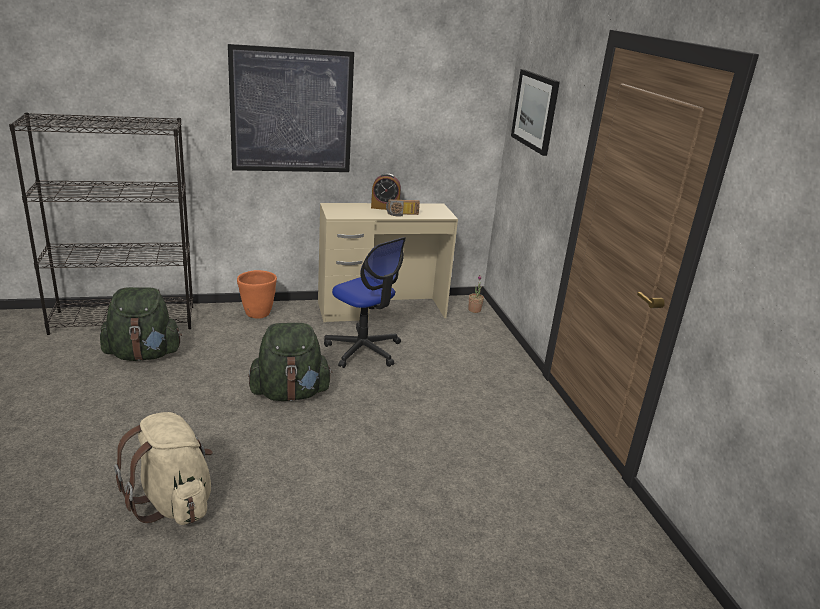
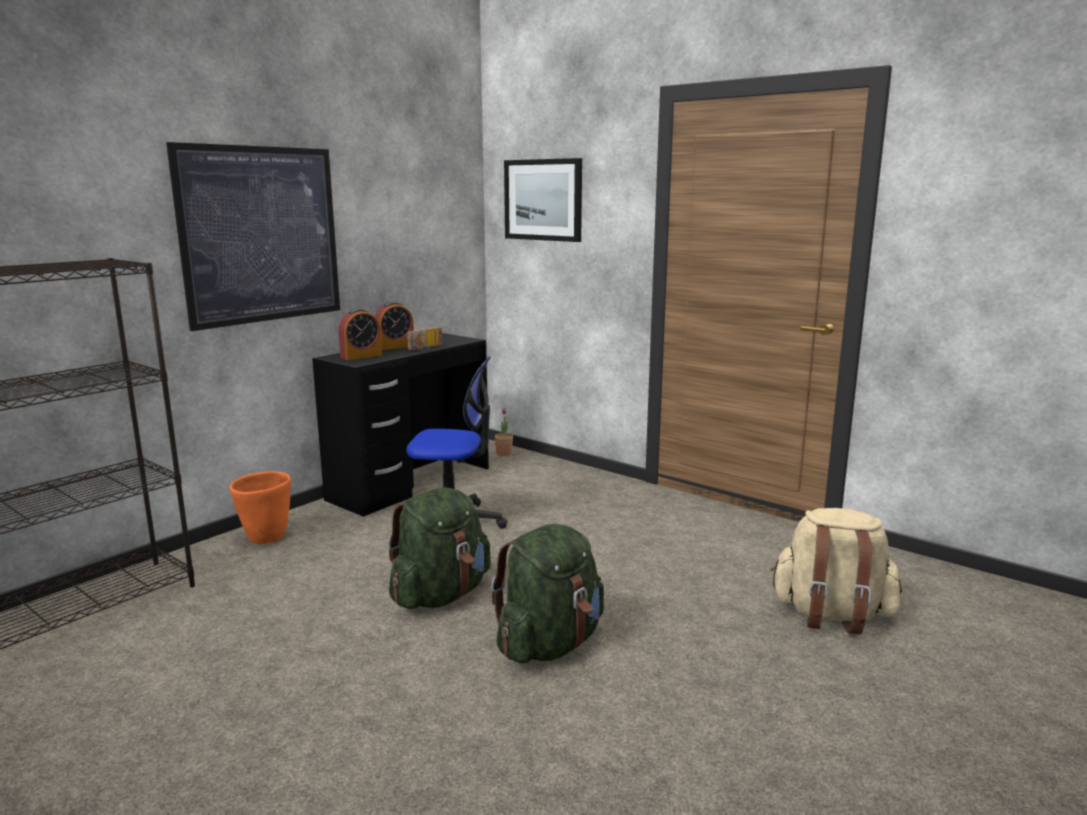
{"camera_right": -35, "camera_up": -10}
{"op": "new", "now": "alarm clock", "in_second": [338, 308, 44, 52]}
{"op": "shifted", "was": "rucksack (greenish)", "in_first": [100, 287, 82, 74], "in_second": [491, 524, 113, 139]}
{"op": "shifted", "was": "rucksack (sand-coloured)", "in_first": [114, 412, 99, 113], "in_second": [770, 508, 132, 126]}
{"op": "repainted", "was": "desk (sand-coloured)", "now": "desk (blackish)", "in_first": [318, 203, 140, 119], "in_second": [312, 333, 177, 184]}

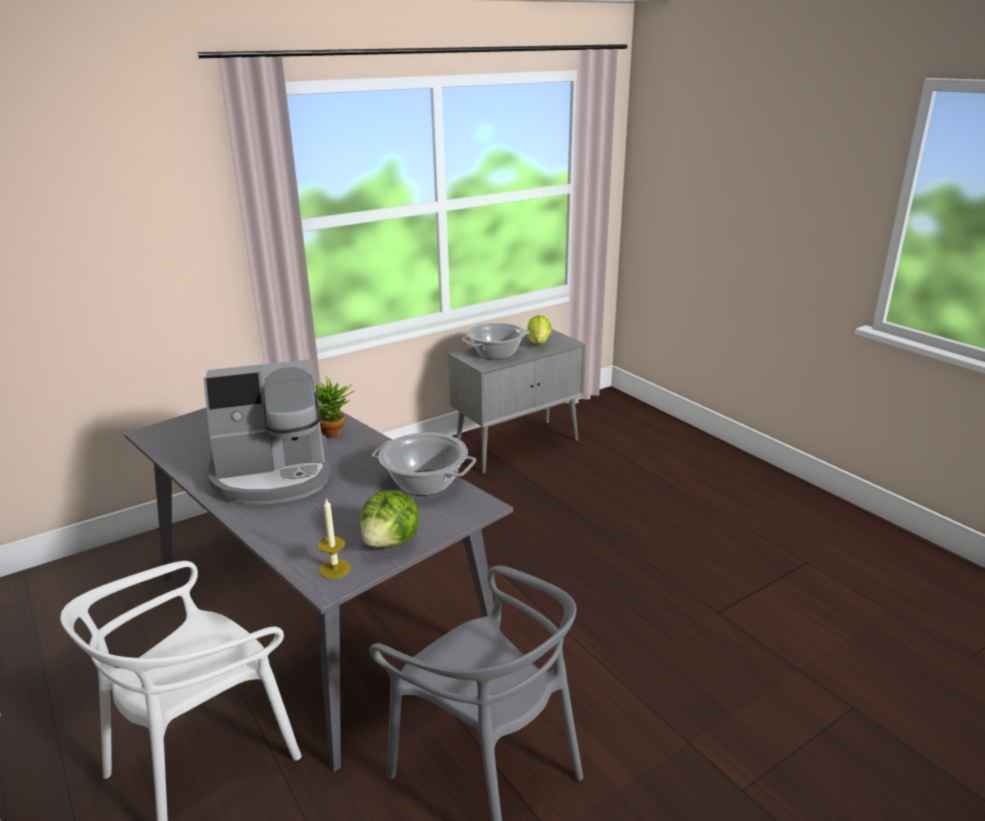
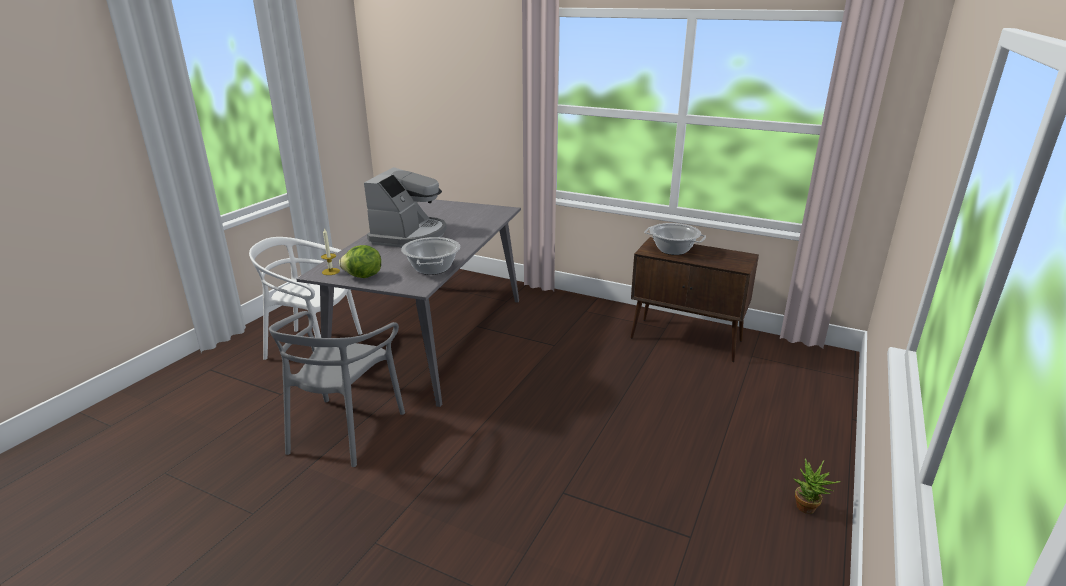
{"camera_right": 60, "camera_up": 0}
{"op": "gone", "was": "head of lettuce", "in_first": [527, 315, 25, 30]}
{"op": "shifted", "was": "plant in a pot", "in_first": [316, 376, 39, 62], "in_second": [794, 458, 46, 56]}
{"op": "repainted", "was": "cupboard (gray)", "now": "cupboard (brownish)", "in_first": [448, 329, 138, 145], "in_second": [630, 237, 129, 125]}
{"op": "rotated", "was": "coffee maker", "in_first": [204, 359, 126, 146], "in_second": [364, 167, 83, 80], "clockwise": -120}

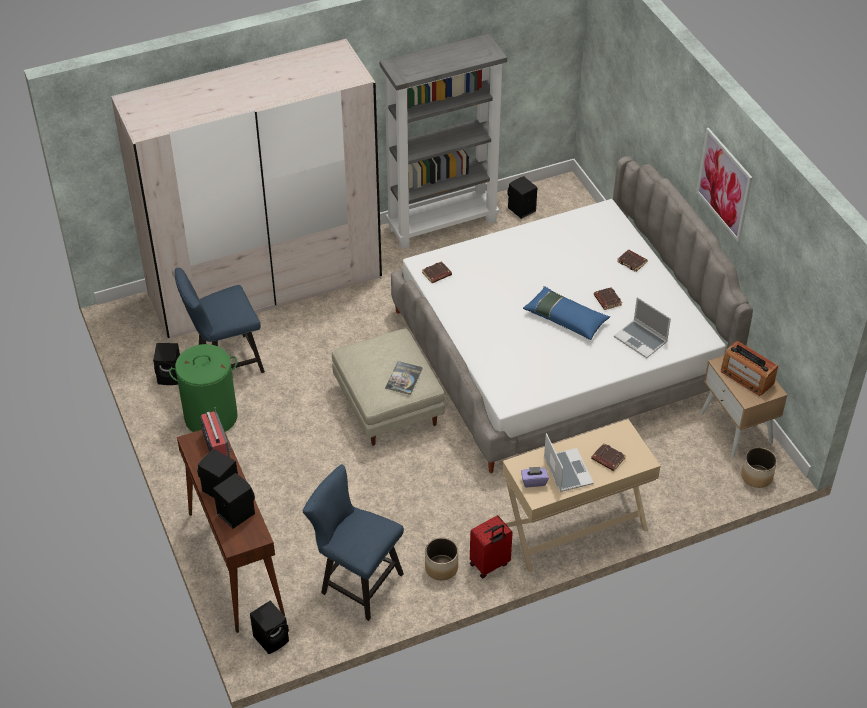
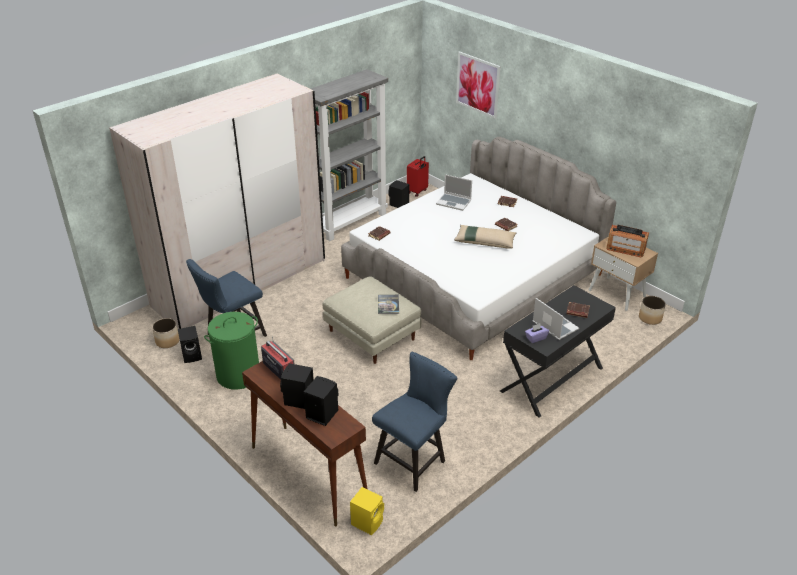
{"camera_right": -20, "camera_up": -10}
{"op": "shifted", "was": "plant pot", "in_first": [425, 538, 33, 42], "in_second": [152, 318, 28, 30]}
{"op": "shifted", "was": "suitcase (reddish)", "in_first": [470, 515, 43, 63], "in_second": [407, 156, 22, 41]}
{"op": "shifted", "was": "laptop", "in_first": [614, 297, 57, 61], "in_second": [436, 174, 36, 37]}
{"op": "shifted", "was": "wall art", "in_first": [696, 128, 56, 114], "in_second": [456, 51, 44, 68]}
{"op": "repainted", "was": "audio speaker (blackish)", "now": "audio speaker (yellow)", "in_first": [250, 600, 39, 54], "in_second": [350, 487, 34, 48]}
{"op": "repainted", "was": "desk (sand-coloured)", "now": "desk (blackish)", "in_first": [502, 419, 158, 154], "in_second": [500, 285, 116, 133]}
{"op": "repainted", "was": "cushion (blue)", "now": "cushion (sand-coloured)", "in_first": [523, 286, 87, 54], "in_second": [454, 225, 62, 24]}
{"op": "rotated", "was": "chair (blue)", "in_first": [303, 464, 101, 157], "in_second": [372, 352, 86, 140], "clockwise": 120}

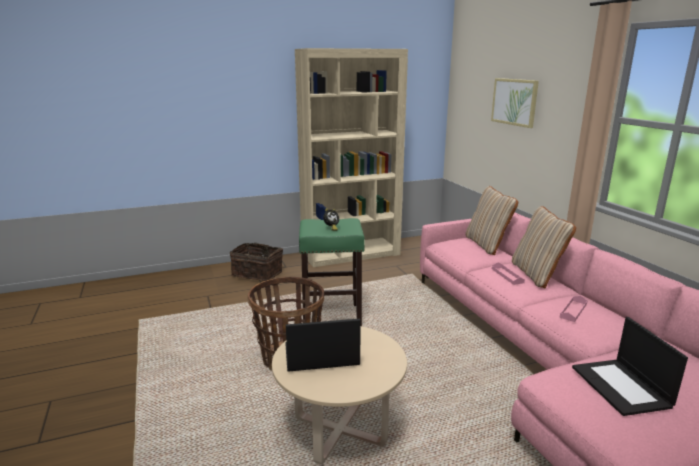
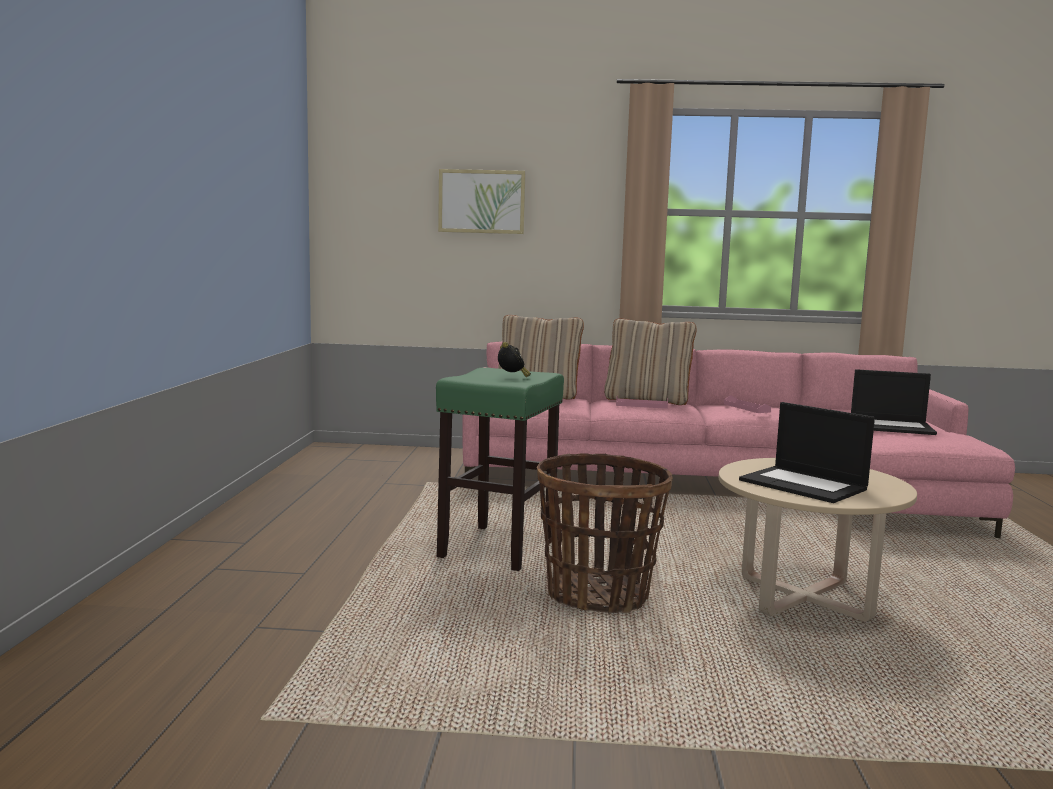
{"camera_right": -65, "camera_up": -10}
{"op": "gone", "was": "storage basket", "in_first": [230, 243, 53, 38]}
{"op": "gone", "was": "bookcase (sand-coloured)", "in_first": [295, 48, 113, 219]}
{"op": "rotated", "was": "laptop", "in_first": [285, 319, 76, 53], "in_second": [739, 402, 136, 101], "clockwise": -60}

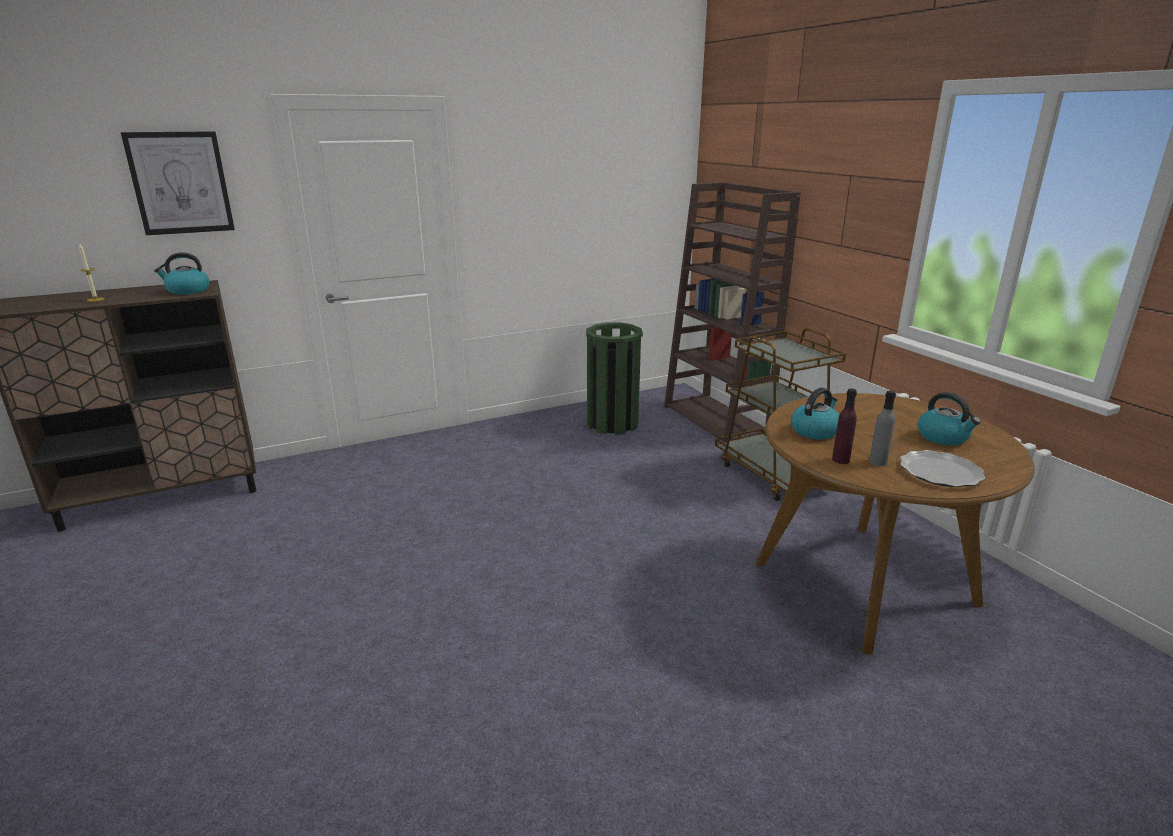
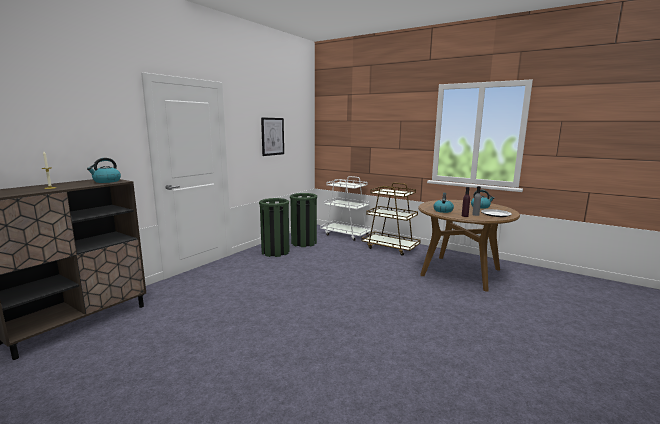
{"camera_right": -30, "camera_up": -10}
{"op": "new", "now": "rubbish bin (greenish)", "in_second": [259, 198, 30, 59]}
{"op": "shifted", "was": "wall art", "in_first": [121, 131, 114, 104], "in_second": [261, 117, 23, 39]}
{"op": "swapped", "was": "bookcase (brownish)", "now": "wheeled cart (white)", "in_first": [664, 182, 137, 260], "in_second": [320, 176, 52, 65]}

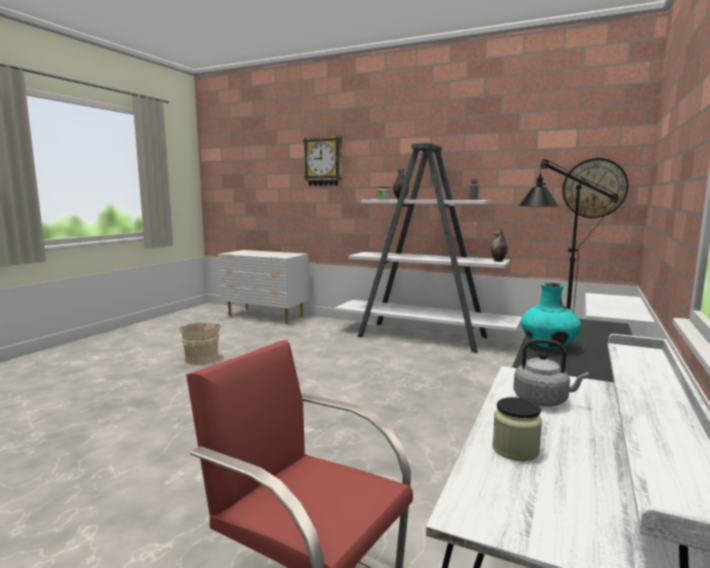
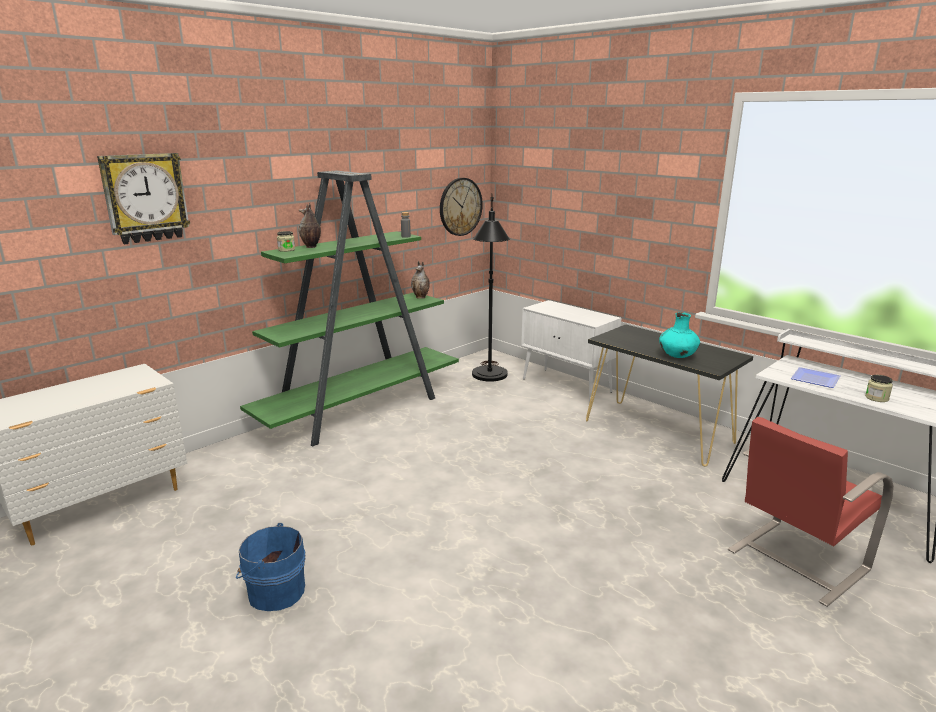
{"camera_right": -70, "camera_up": 10}
{"op": "swapped", "was": "kettle (gray)", "now": "plate", "in_first": [513, 339, 76, 68], "in_second": [791, 367, 49, 21]}
{"op": "repainted", "was": "pail (sand-coloured)", "now": "pail (blue)", "in_first": [179, 323, 41, 42], "in_second": [236, 523, 69, 88]}
{"op": "repainted", "was": "bookcase (white)", "now": "bookcase (greenish)", "in_first": [334, 143, 188, 210], "in_second": [240, 171, 219, 276]}

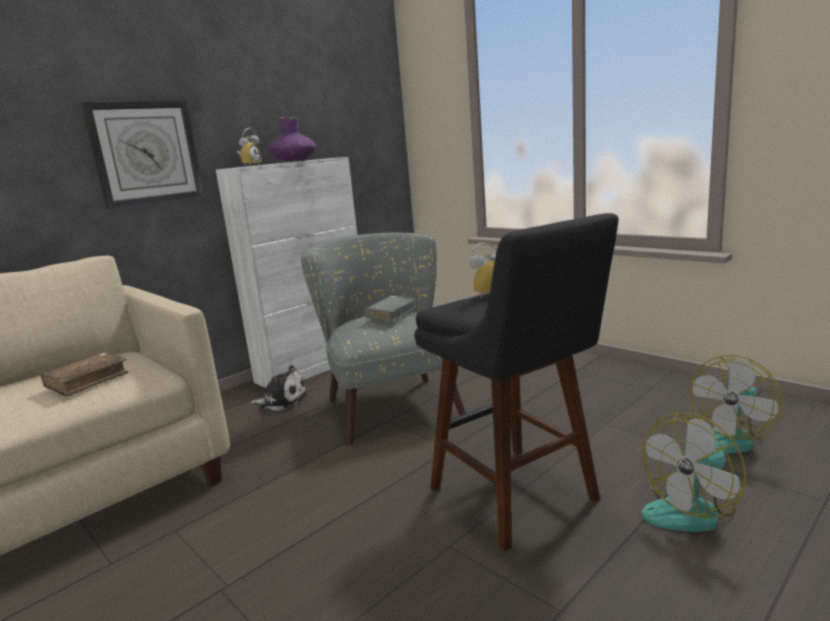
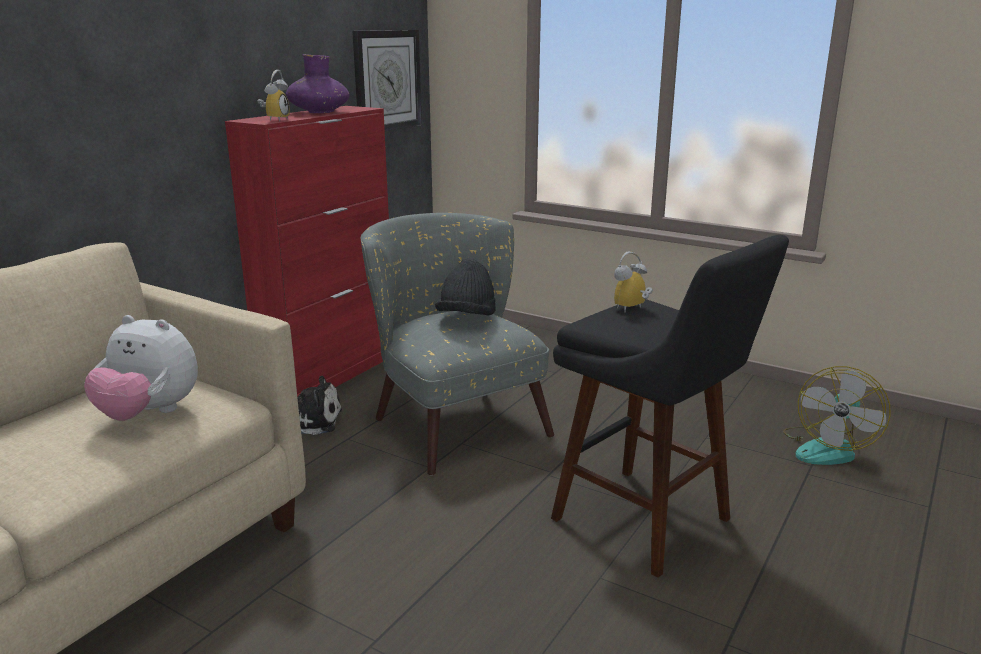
{"camera_right": -15, "camera_up": 5}
{"op": "gone", "was": "electric fan", "in_first": [642, 412, 104, 120]}
{"op": "shifted", "was": "clock on the wall", "in_first": [81, 100, 123, 109], "in_second": [352, 30, 70, 101]}
{"op": "swapped", "was": "bound book (brownish)", "now": "plush toy", "in_first": [41, 352, 88, 45], "in_second": [84, 315, 114, 106]}
{"op": "swapped", "was": "bound book (gray)", "now": "wearable hat (blackish)", "in_first": [364, 296, 52, 28], "in_second": [435, 258, 61, 58]}
{"op": "repainted", "was": "cupboard (white)", "now": "cupboard (reddish)", "in_first": [216, 157, 141, 231], "in_second": [225, 106, 164, 291]}

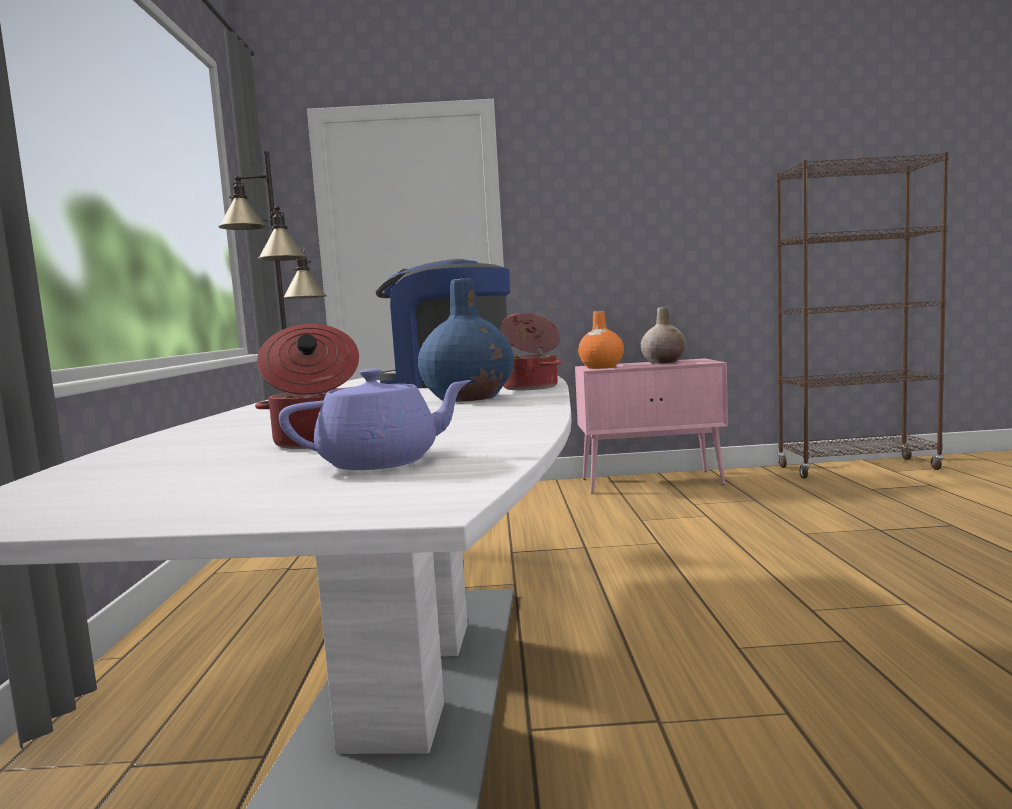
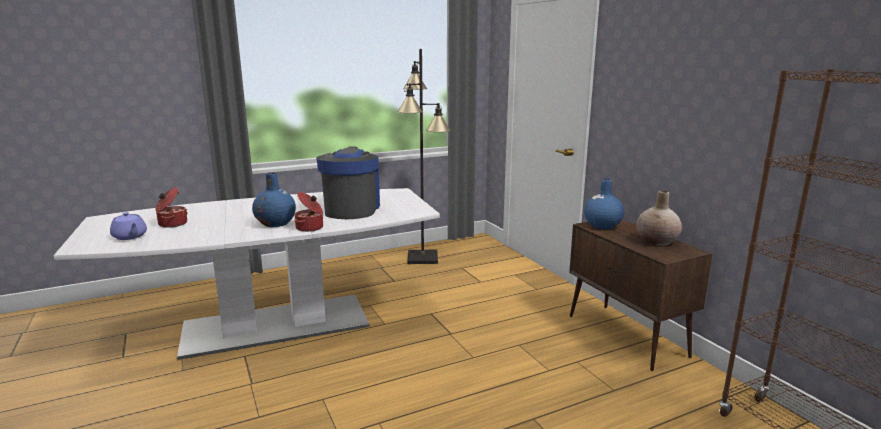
{"camera_right": 65, "camera_up": 10}
{"op": "repainted", "was": "cupboard (pinkish)", "now": "cupboard (brownish)", "in_first": [575, 358, 153, 136], "in_second": [569, 220, 143, 151]}
{"op": "repainted", "was": "vase (orange-coloured)", "now": "vase (blue)", "in_first": [578, 311, 46, 58], "in_second": [584, 179, 40, 51]}

